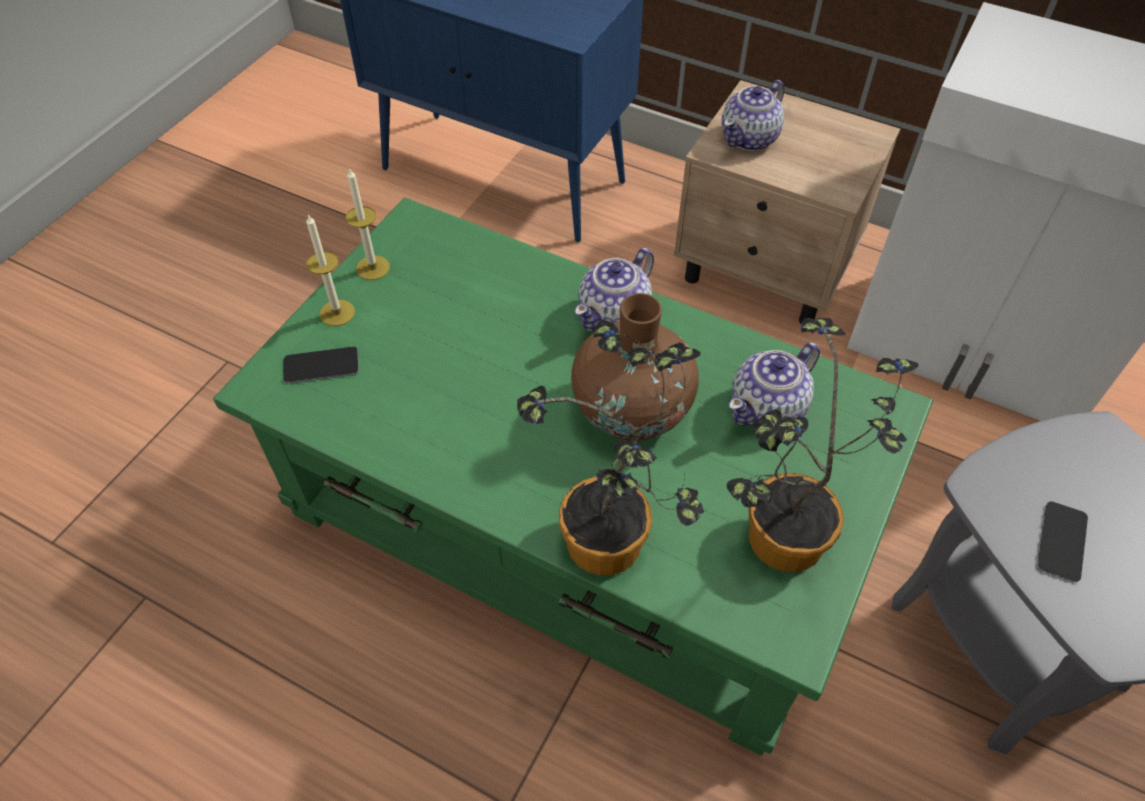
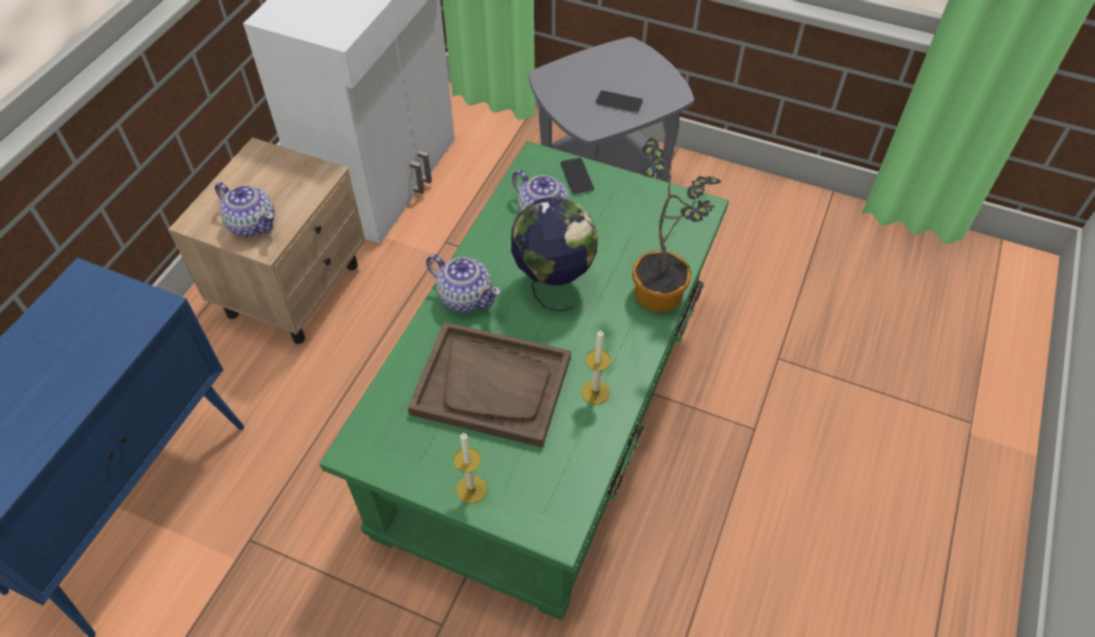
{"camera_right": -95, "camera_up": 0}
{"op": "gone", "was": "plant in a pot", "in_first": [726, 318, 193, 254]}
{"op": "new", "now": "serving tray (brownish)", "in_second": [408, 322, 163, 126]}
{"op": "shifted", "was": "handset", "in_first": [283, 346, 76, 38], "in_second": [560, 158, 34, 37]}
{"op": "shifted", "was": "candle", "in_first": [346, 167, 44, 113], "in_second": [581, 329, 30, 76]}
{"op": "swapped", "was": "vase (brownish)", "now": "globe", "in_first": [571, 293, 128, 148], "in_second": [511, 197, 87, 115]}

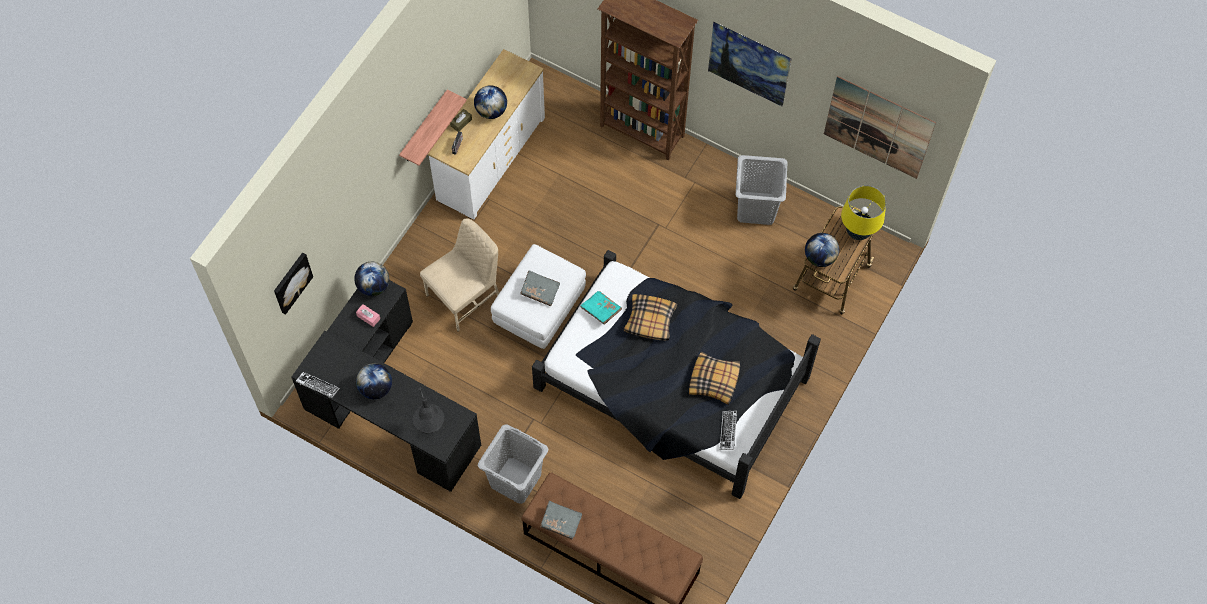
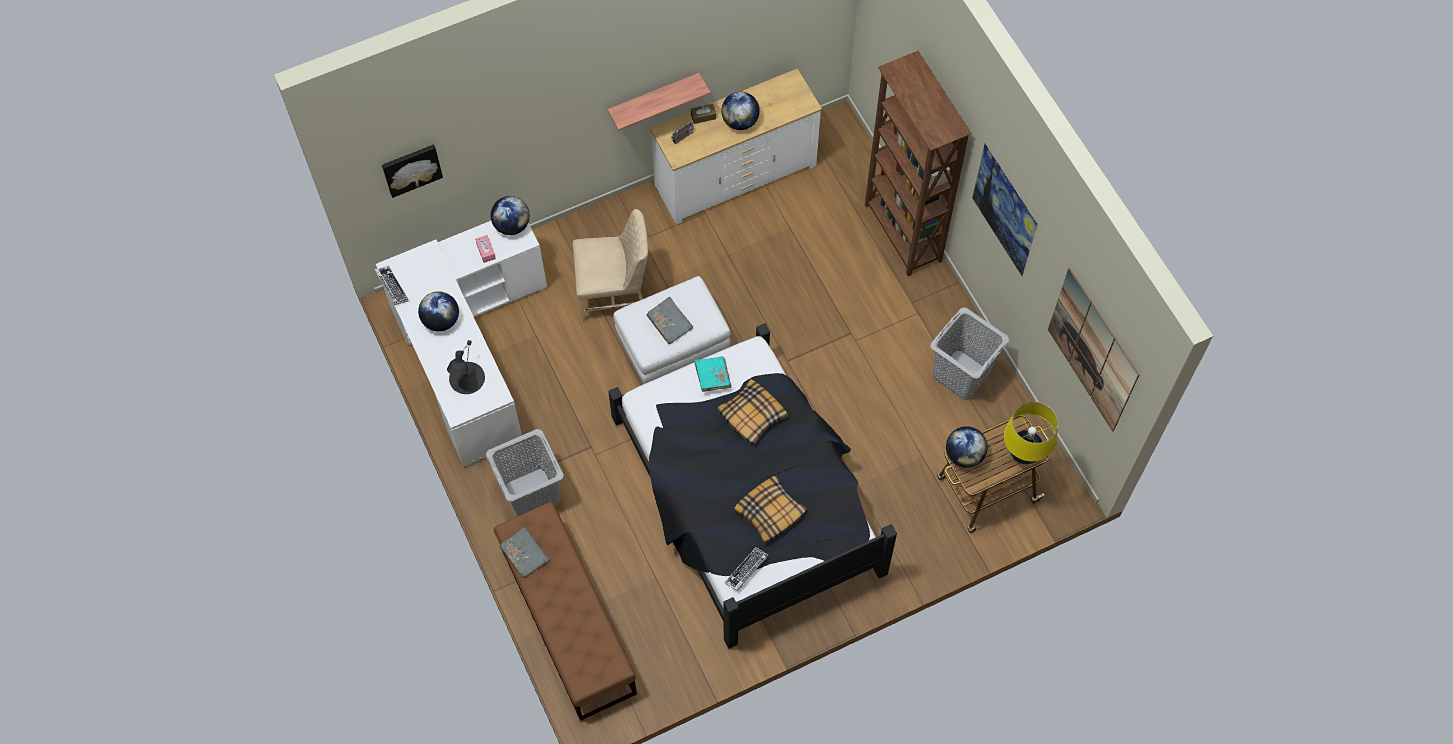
{"camera_right": 35, "camera_up": 0}
{"op": "repainted", "was": "desk (blackish)", "now": "desk (white)", "in_first": [292, 280, 189, 212], "in_second": [376, 221, 171, 246]}

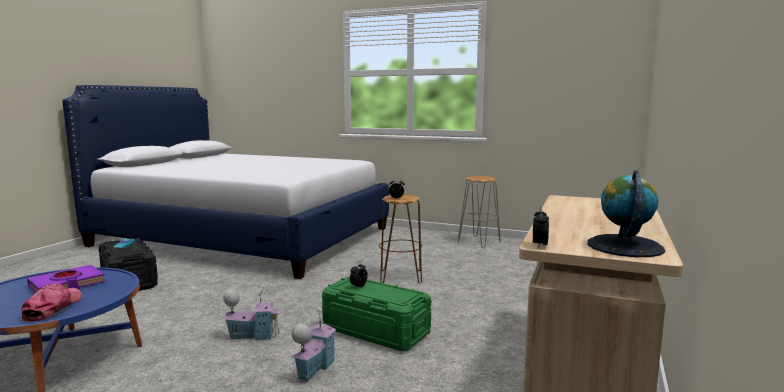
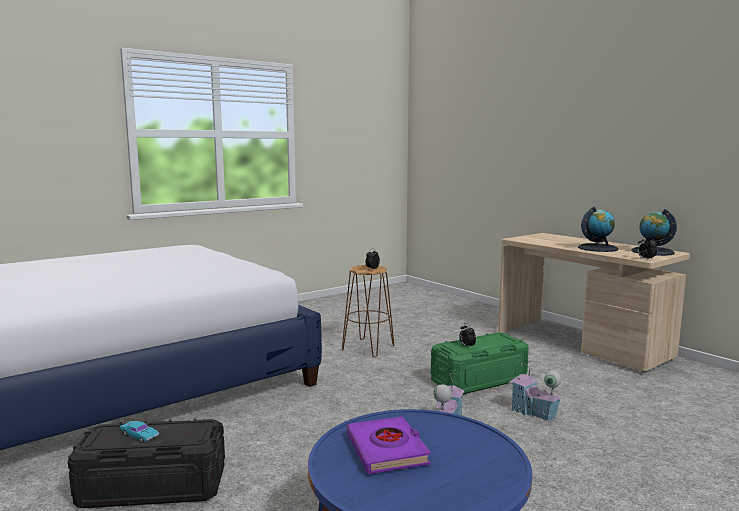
{"camera_right": -60, "camera_up": 0}
{"op": "gone", "was": "cap", "in_first": [21, 283, 61, 39]}
{"op": "gone", "was": "stool seat (gray)", "in_first": [458, 176, 43, 72]}
{"op": "new", "now": "globe", "in_second": [578, 206, 41, 46]}

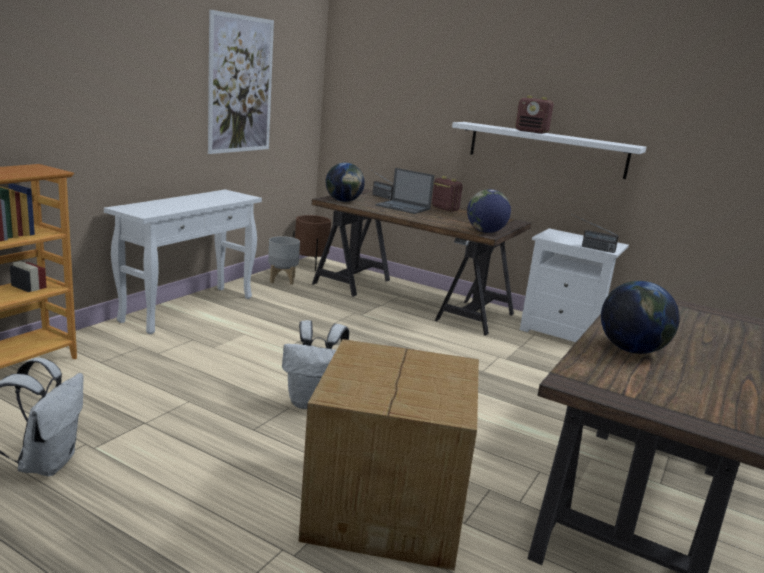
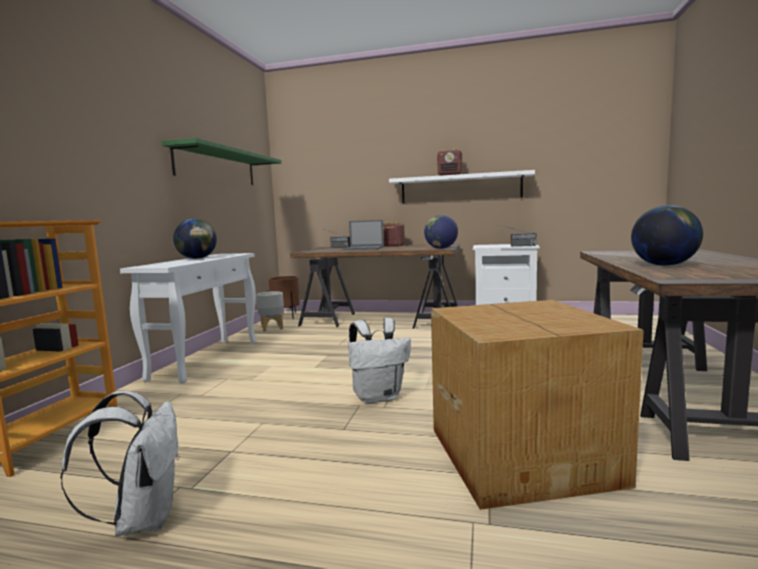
{"camera_right": -15, "camera_up": -10}
{"op": "shifted", "was": "globe", "in_first": [326, 163, 39, 39], "in_second": [173, 219, 44, 40]}
{"op": "swapped", "was": "wall art", "now": "bracket shelf (greenish)", "in_first": [208, 10, 66, 144], "in_second": [162, 138, 119, 47]}

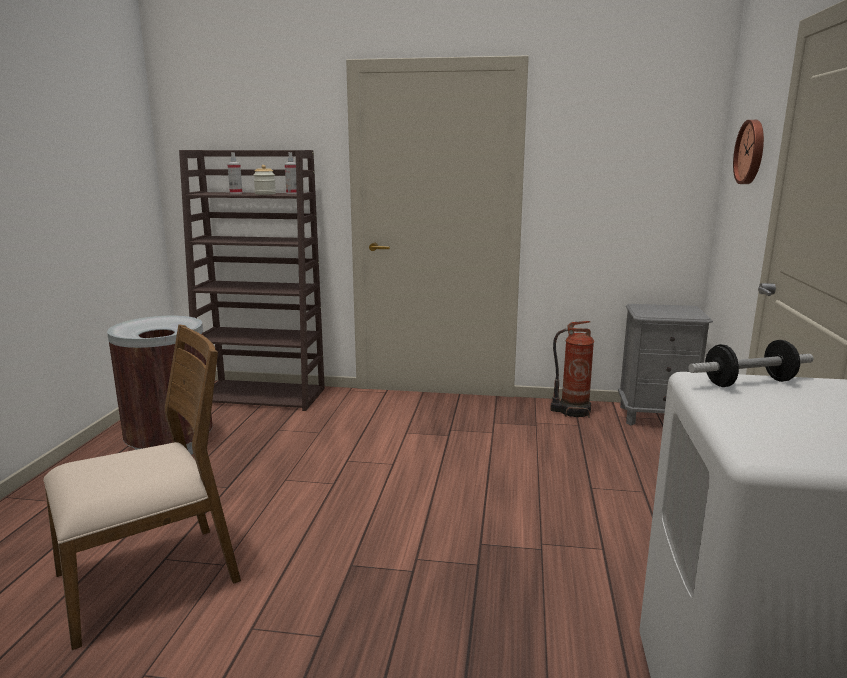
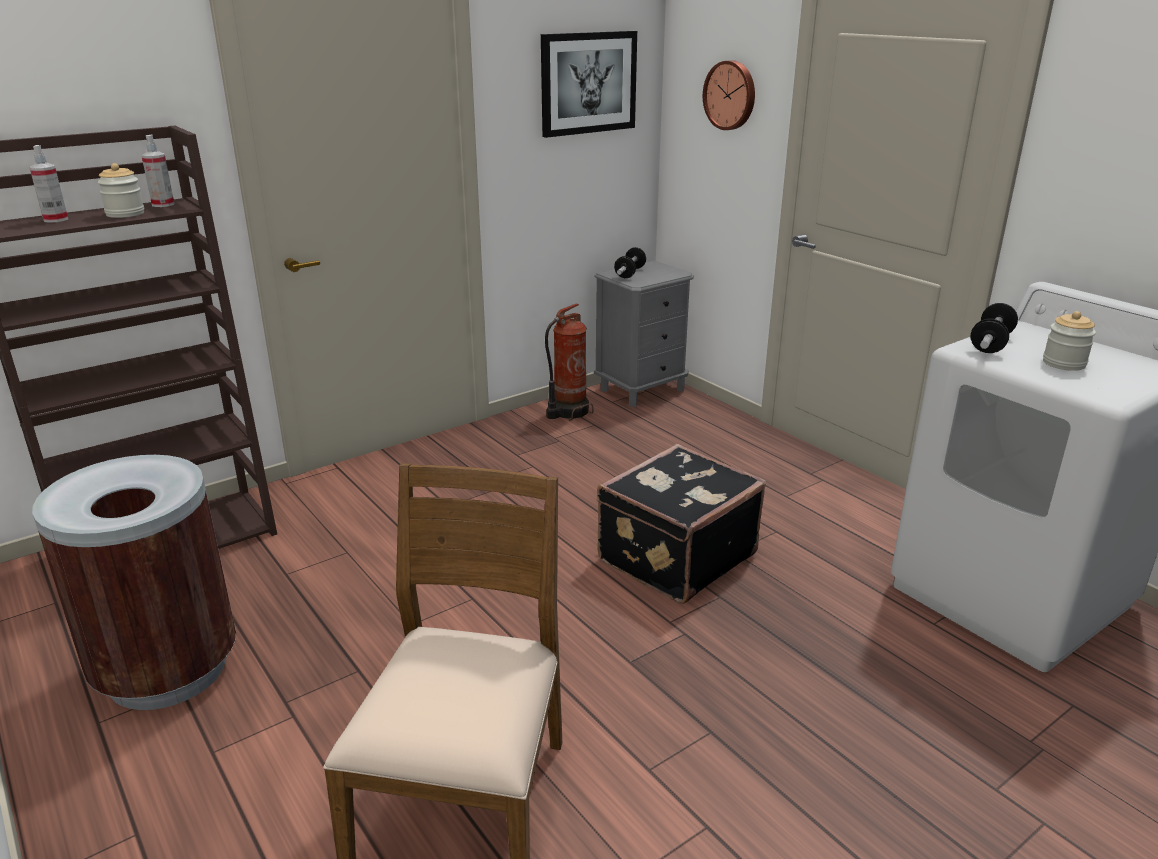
{"camera_right": -45, "camera_up": 10}
{"op": "new", "now": "wall art", "in_second": [541, 31, 96, 107]}
{"op": "new", "now": "suitcase (blackish)", "in_second": [597, 444, 169, 160]}
{"op": "new", "now": "dumbbell", "in_second": [614, 247, 32, 31]}
{"op": "new", "now": "jar", "in_second": [1043, 311, 53, 60]}

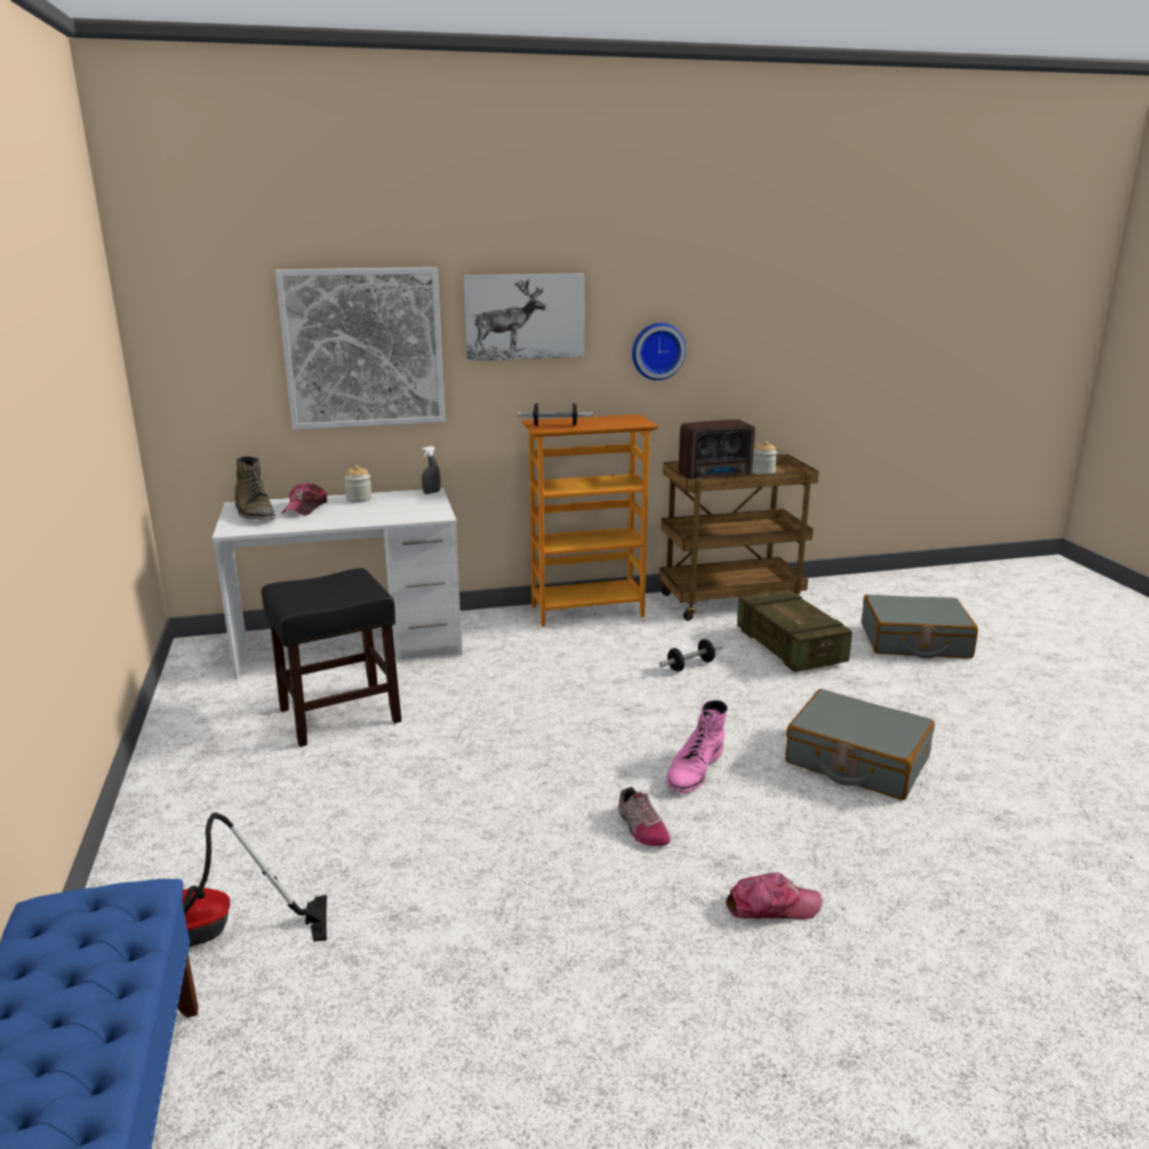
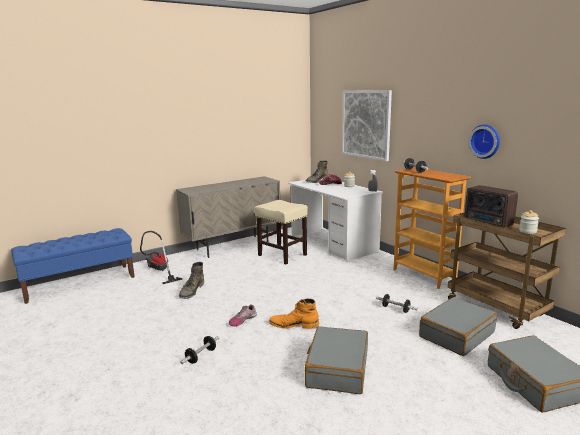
{"camera_right": 70, "camera_up": -5}
{"op": "gone", "was": "wall art", "in_first": [463, 273, 122, 88]}
{"op": "new", "now": "cupboard (sand-coloured)", "in_second": [176, 176, 104, 82]}
{"op": "new", "now": "high-top boot (greenish)", "in_second": [179, 262, 25, 37]}
{"op": "swapped", "was": "cap", "now": "dumbbell", "in_first": [726, 872, 96, 48], "in_second": [180, 336, 39, 28]}
{"op": "swapped", "was": "crate", "now": "suitcase (gray)", "in_first": [737, 589, 115, 83], "in_second": [419, 297, 78, 59]}
{"op": "repainted", "was": "stool seat (blackish)", "now": "stool seat (sand-coloured)", "in_first": [261, 568, 140, 179], "in_second": [255, 200, 53, 64]}
{"op": "repainted", "was": "high-top boot (pinkish)", "now": "high-top boot (orange-coloured)", "in_first": [666, 700, 62, 94], "in_second": [269, 299, 50, 30]}

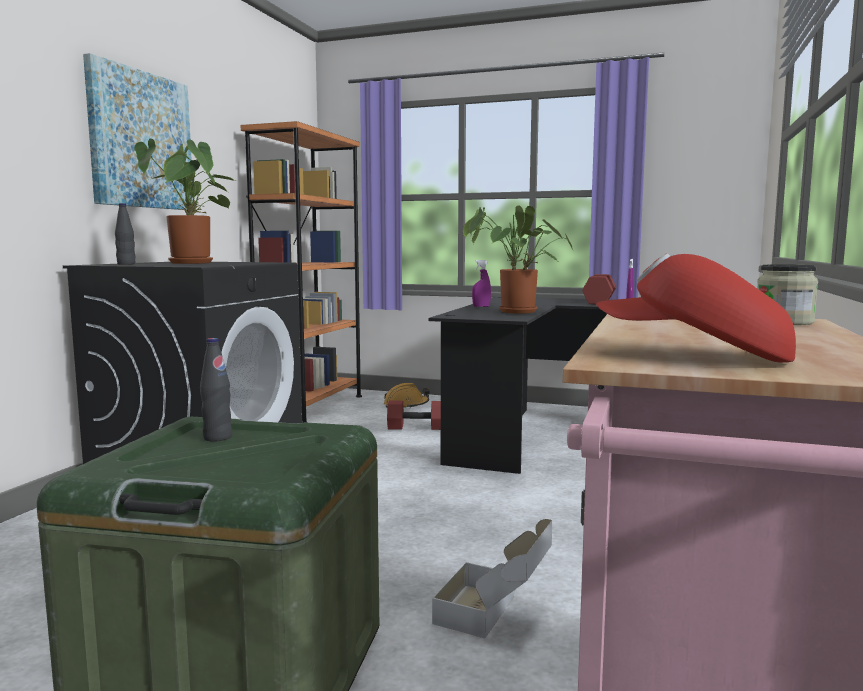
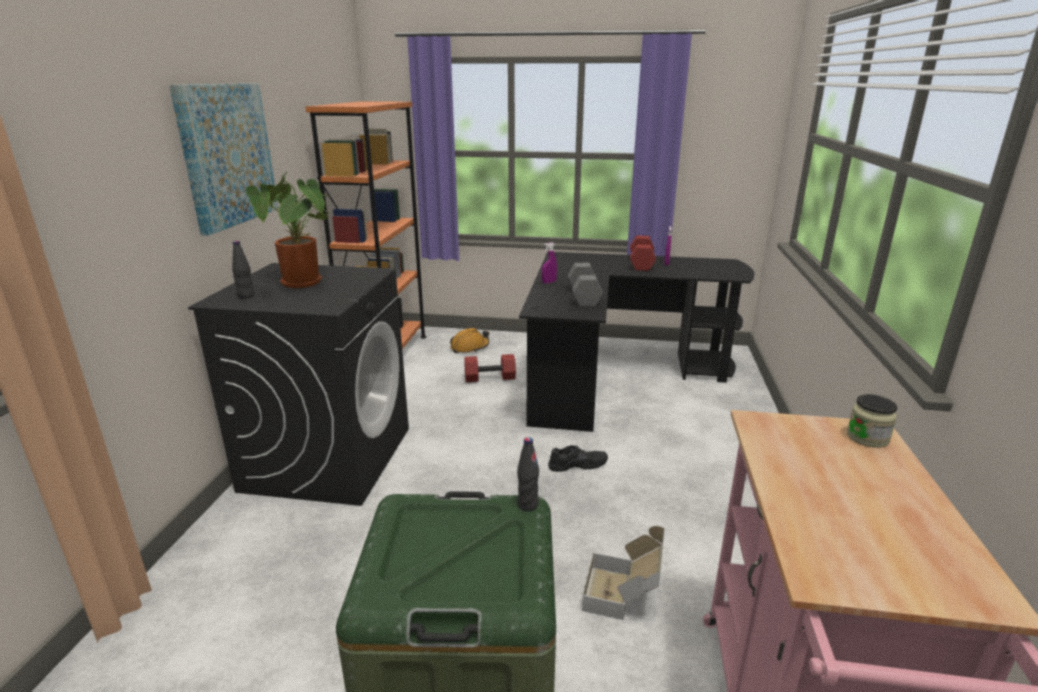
{"camera_right": -10, "camera_up": 15}
{"op": "gone", "was": "cap (reddish)", "in_first": [596, 253, 200, 110]}
{"op": "new", "now": "item of footwear (blackish)", "in_second": [548, 445, 60, 27]}
{"op": "shifted", "was": "bottle (blackish)", "in_first": [200, 338, 32, 104], "in_second": [517, 437, 22, 74]}
{"op": "swapped", "was": "plant in a pot", "now": "dumbbell (gray)", "in_first": [463, 205, 110, 109], "in_second": [568, 263, 35, 43]}

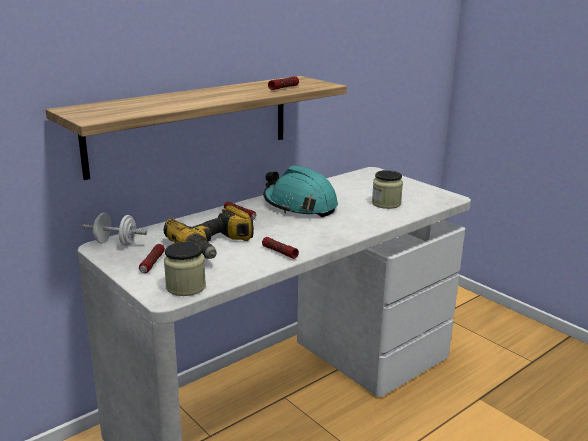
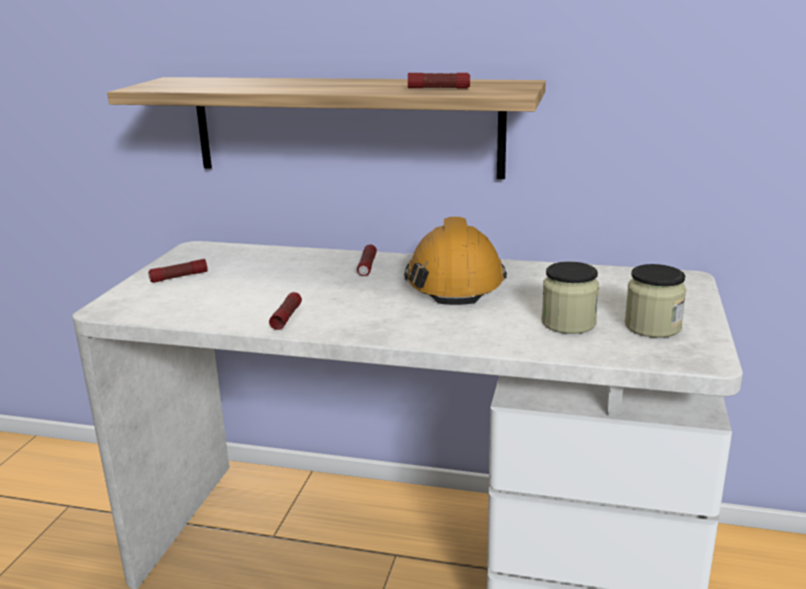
{"camera_right": 55, "camera_up": 0}
{"op": "gone", "was": "dumbbell (white)", "in_first": [82, 213, 65, 33]}
{"op": "gone", "was": "drill", "in_first": [164, 205, 90, 54]}
{"op": "shifted", "was": "jar", "in_first": [164, 242, 42, 54], "in_second": [624, 264, 62, 74]}
{"op": "repainted", "was": "work helmet (turquoise)", "now": "work helmet (orange-coloured)", "in_first": [263, 166, 75, 51], "in_second": [404, 217, 103, 88]}

